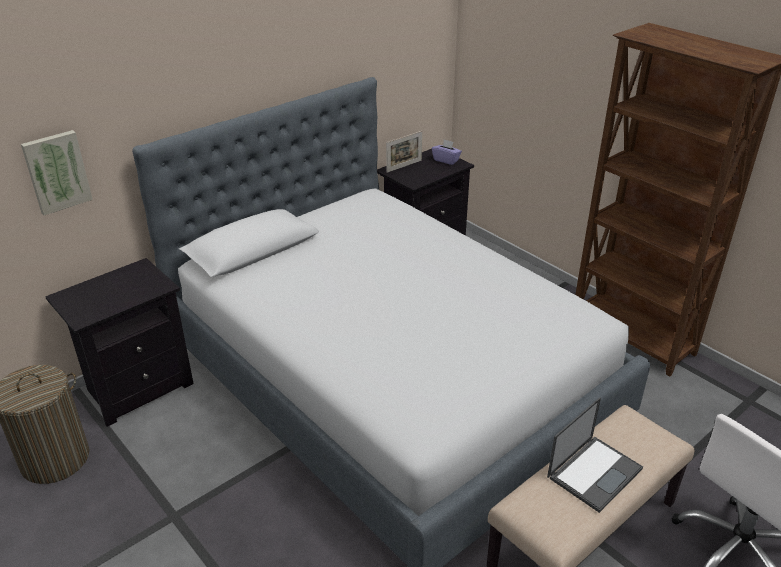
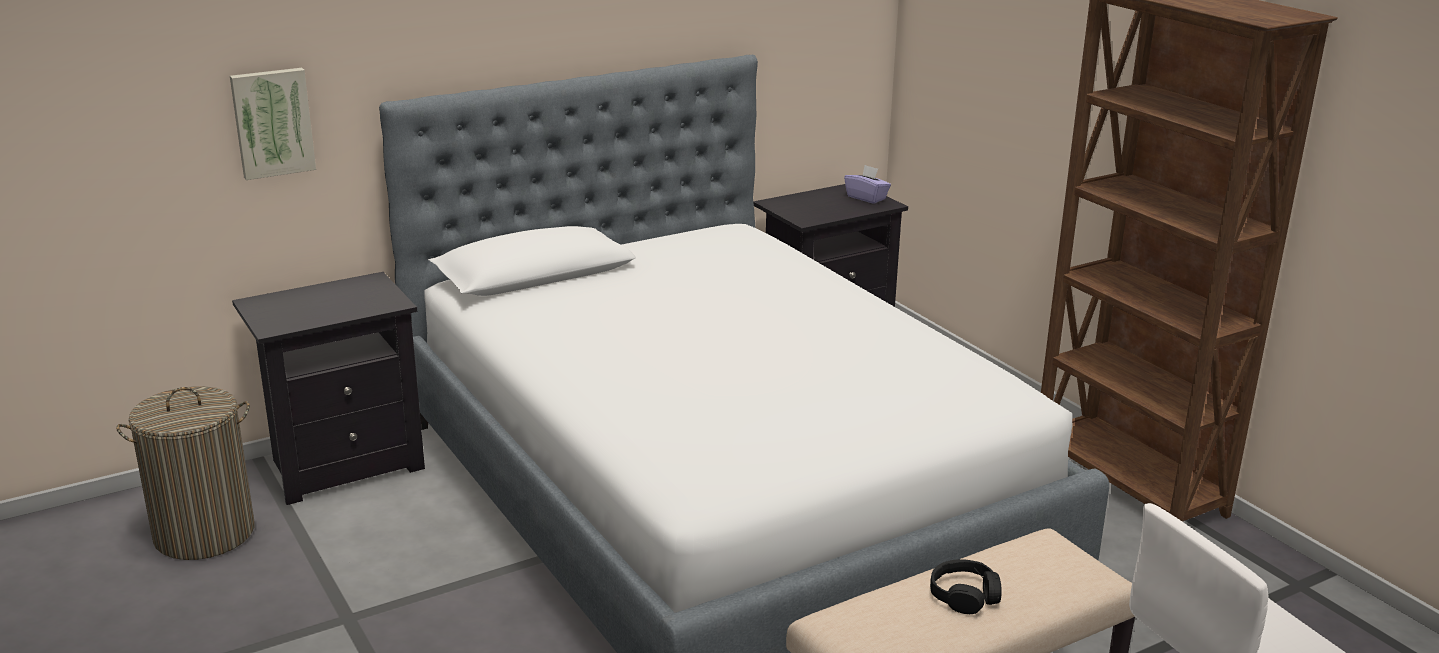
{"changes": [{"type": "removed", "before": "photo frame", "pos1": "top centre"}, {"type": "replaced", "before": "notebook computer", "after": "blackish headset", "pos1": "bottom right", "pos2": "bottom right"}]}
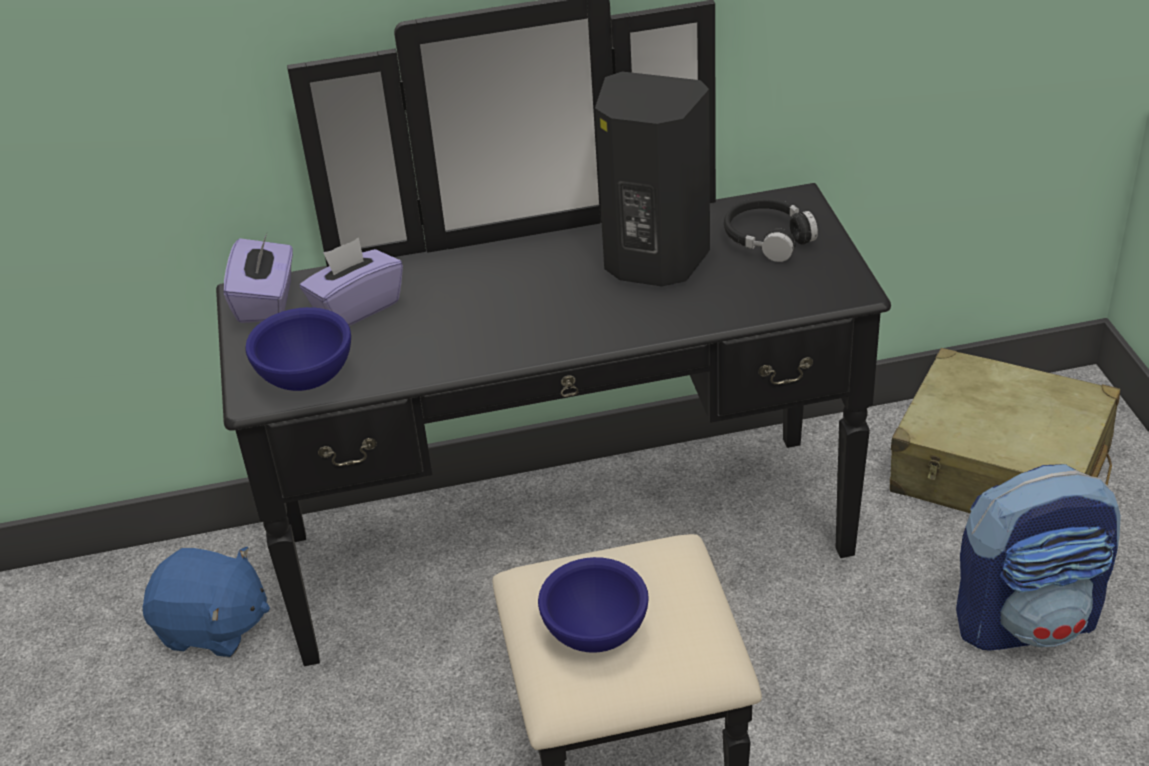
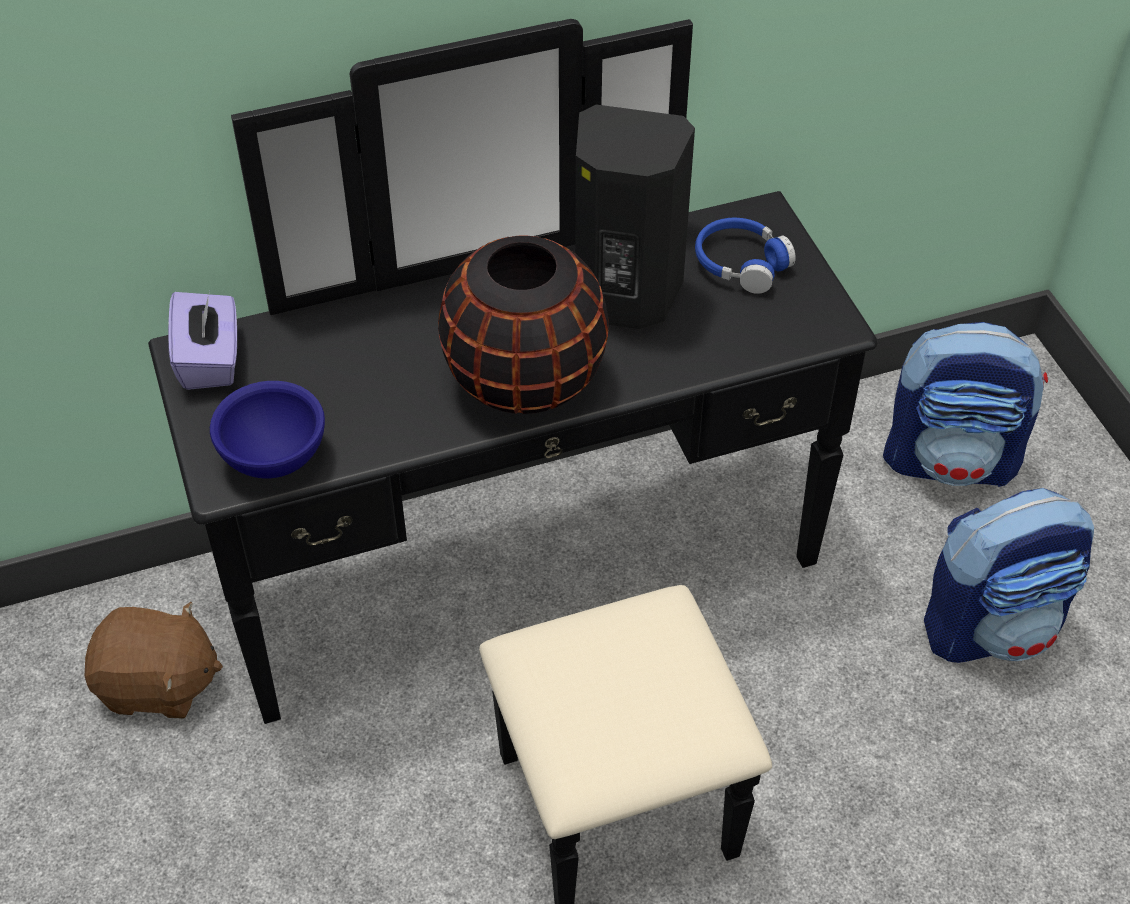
{"changes": [{"type": "recoloured", "before": "blackish headset", "after": "bluish headset", "pos1": "top right", "pos2": "top centre"}, {"type": "removed", "before": "purple-coloured tissue box (2nd from left)", "pos1": "middle left"}, {"type": "replaced", "before": "beige suitcase", "after": "backpack (1st from left)", "pos1": "middle right", "pos2": "middle right"}, {"type": "recoloured", "before": "bluish soft toy", "after": "brown soft toy", "pos1": "bottom left", "pos2": "bottom left"}, {"type": "removed", "before": "bluish deep dish (2nd from left)", "pos1": "bottom centre"}, {"type": "added", "after": "blackish flower vase", "pos2": "centre"}]}
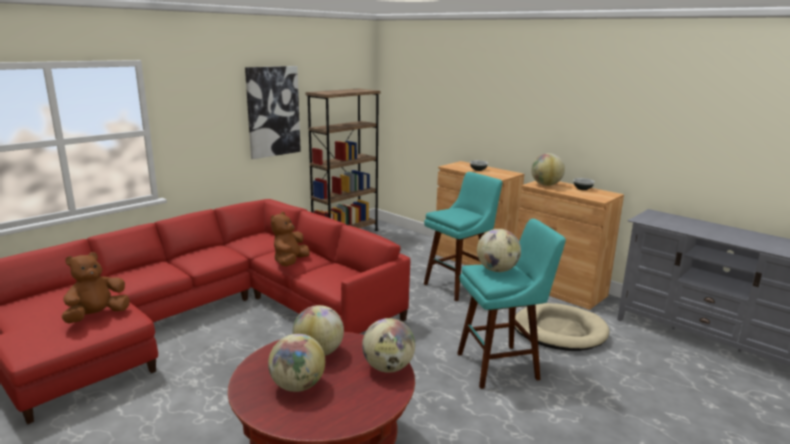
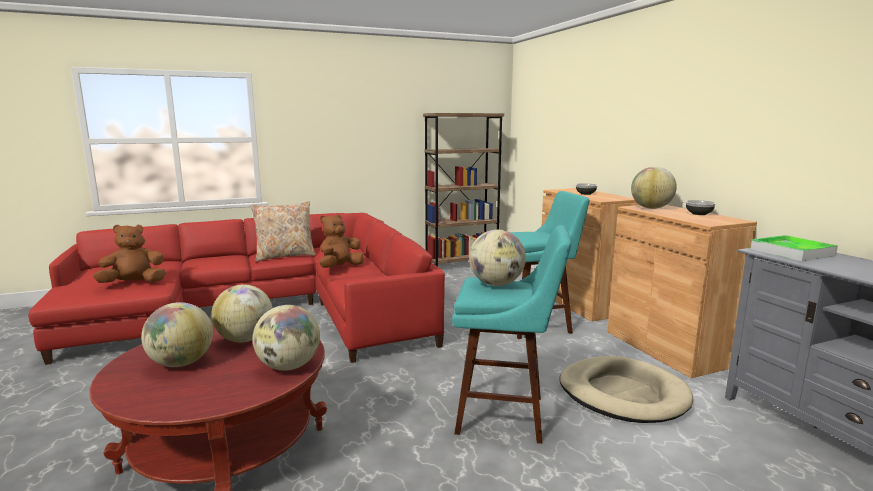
{"changes": [{"type": "removed", "before": "wall art", "pos1": "top centre"}, {"type": "added", "after": "beige throw pillow", "pos2": "middle left"}, {"type": "added", "after": "serving tray", "pos2": "middle right"}]}
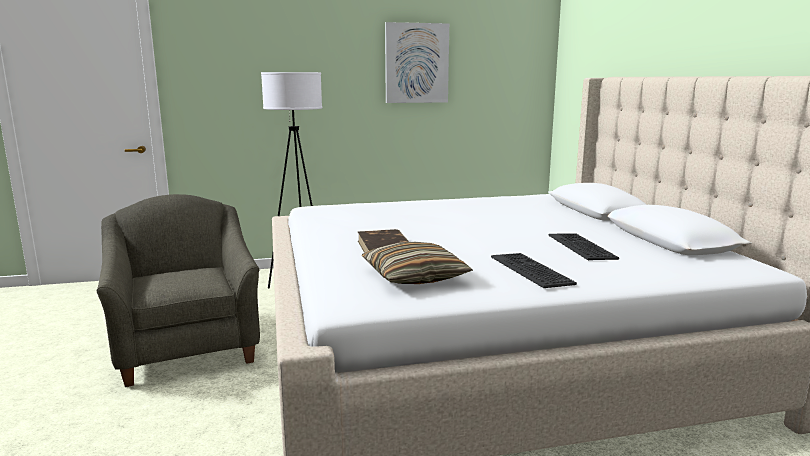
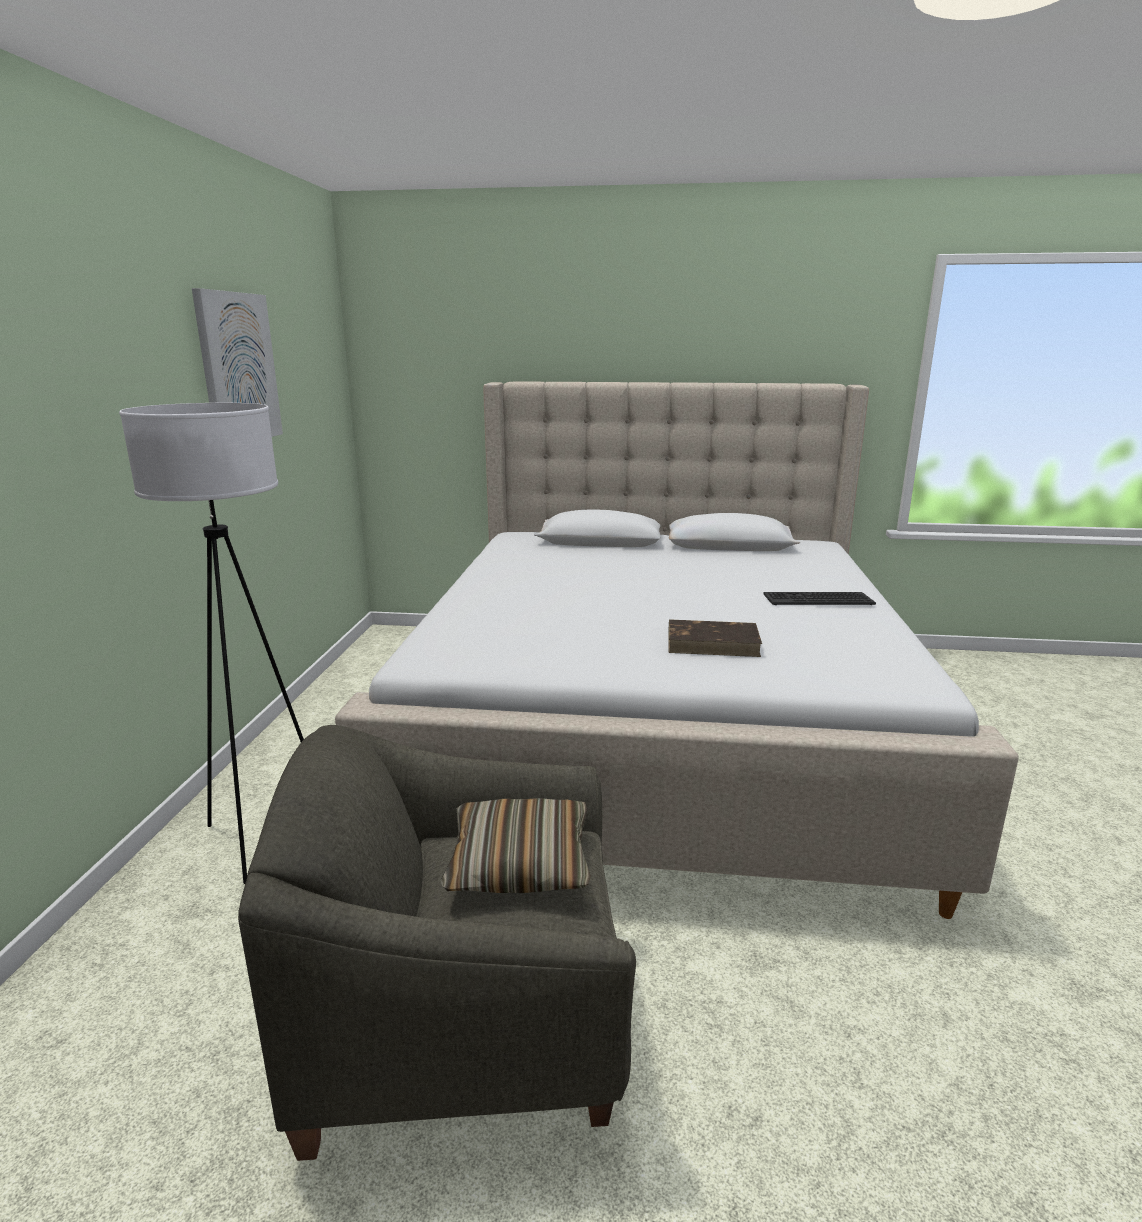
{"changes": [{"type": "removed", "before": "computer keyboard (2nd from left)", "pos1": "middle right"}, {"type": "moved", "before": "throw pillow", "pos1": "centre", "pos2": "bottom centre"}]}
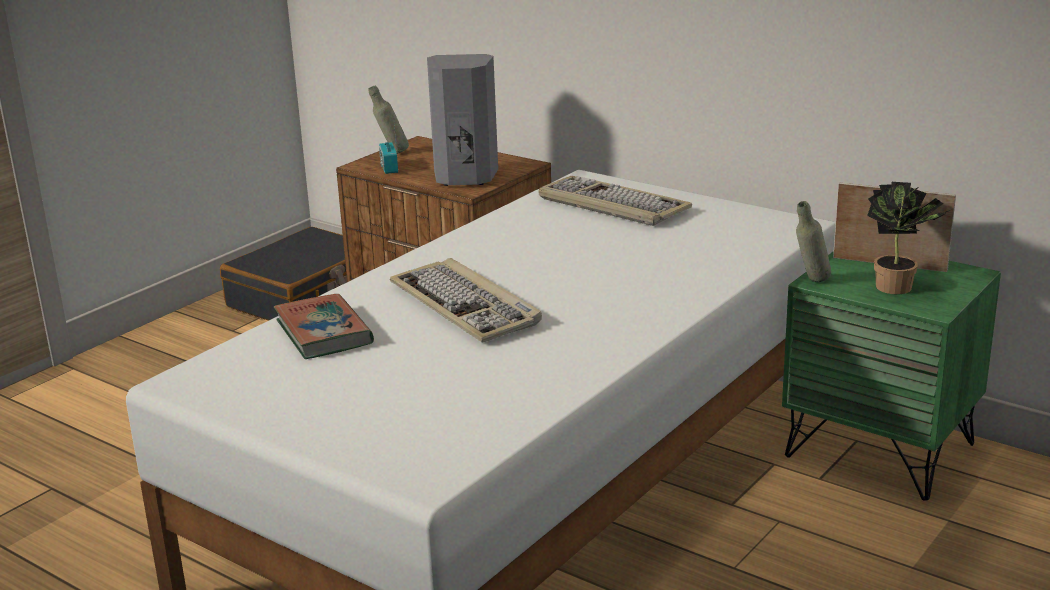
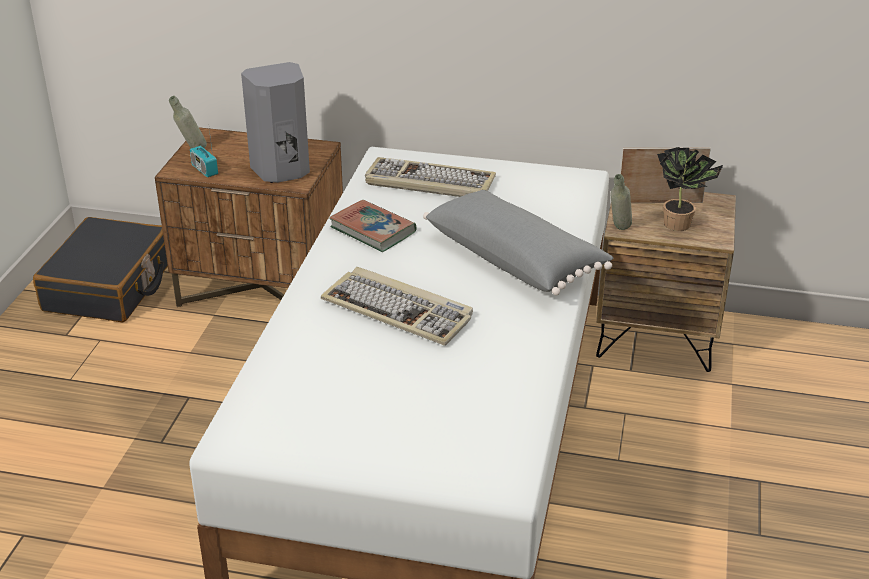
{"changes": [{"type": "recoloured", "before": "green-coloured bedside table", "after": "brown bedside table (2nd from left)", "pos1": "middle right", "pos2": "middle right"}, {"type": "moved", "before": "volume", "pos1": "middle left", "pos2": "centre"}, {"type": "added", "after": "gray throw pillow", "pos2": "centre"}]}
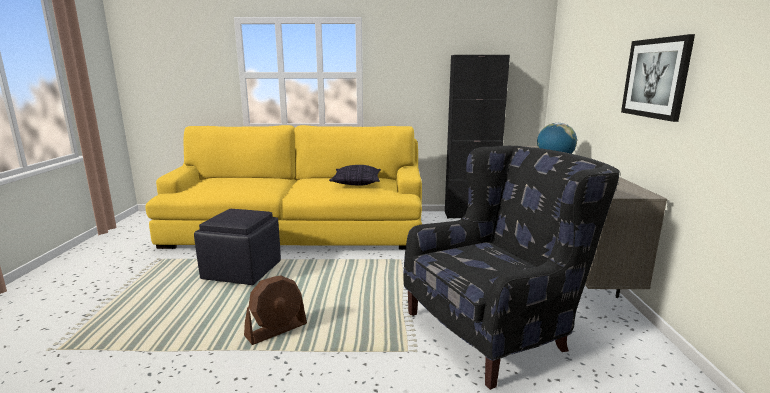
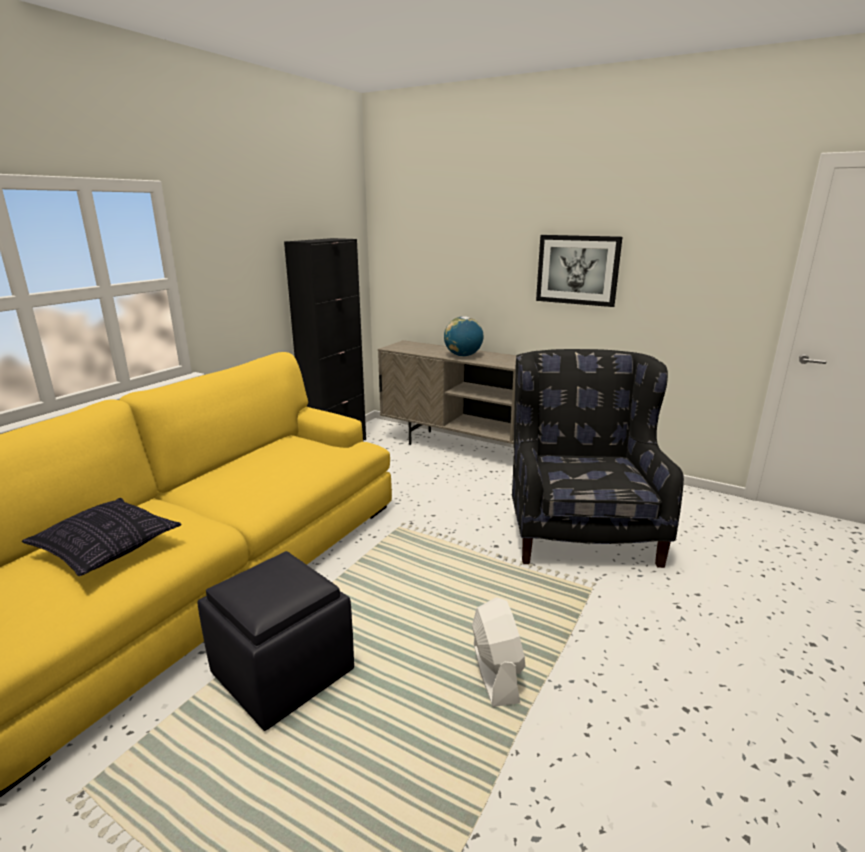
{"changes": [{"type": "moved", "before": "throw pillow", "pos1": "centre", "pos2": "middle left"}, {"type": "recoloured", "before": "brown fan", "after": "whitish fan", "pos1": "bottom centre", "pos2": "bottom centre"}]}
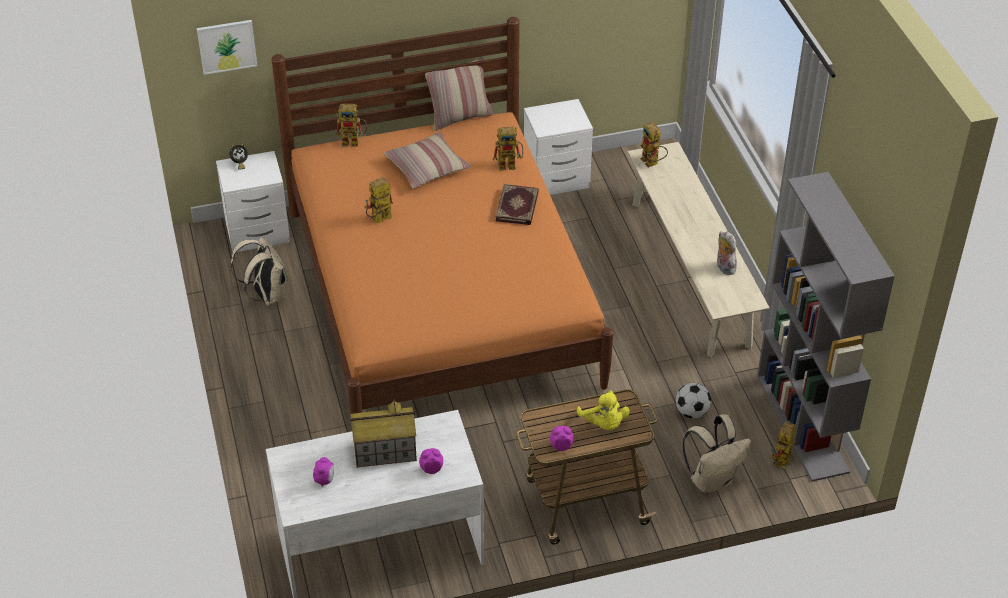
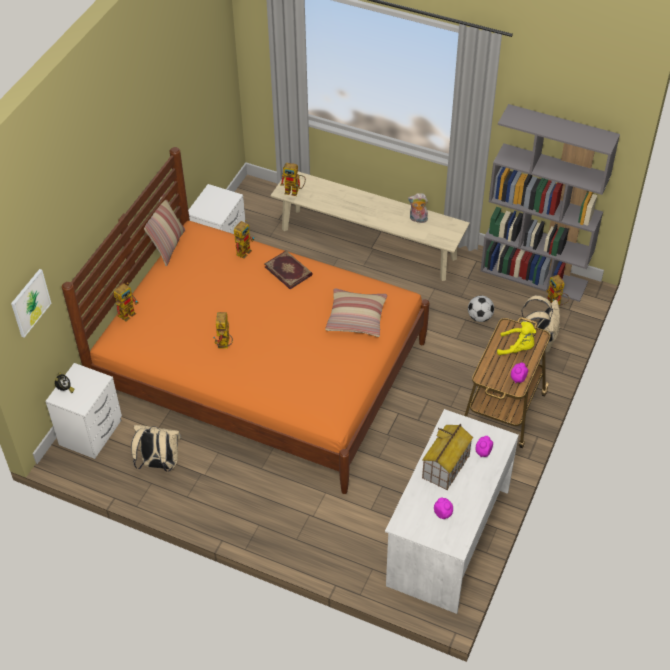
{"changes": [{"type": "moved", "before": "throw pillow (1st from left in the first image)", "after": "throw pillow (2nd from left)", "pos1": "top centre", "pos2": "centre"}]}
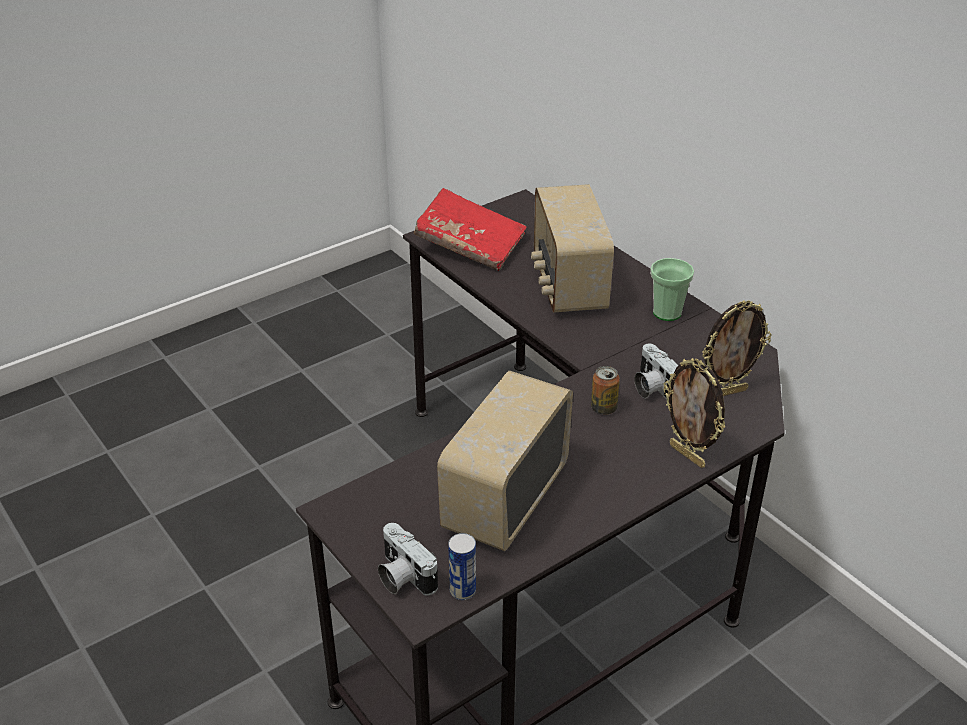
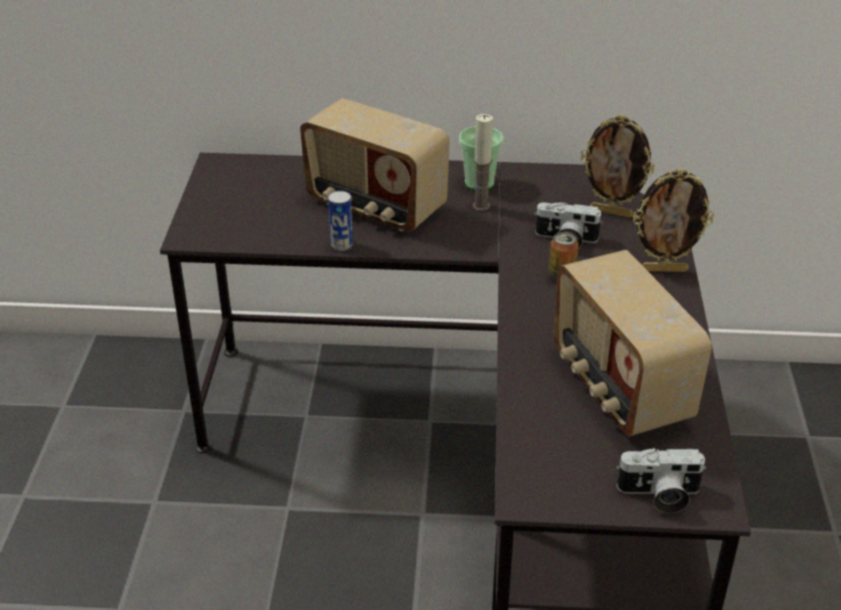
{"changes": [{"type": "removed", "before": "red volume", "pos1": "top centre"}, {"type": "turned", "before": "photo frame (2nd from left in the first image)", "pos1": "middle right", "pos2": "top right", "turn": 90}, {"type": "moved", "before": "sealed can (1st from left)", "pos1": "bottom centre", "pos2": "centre"}, {"type": "added", "after": "wax light", "pos2": "top centre"}]}
